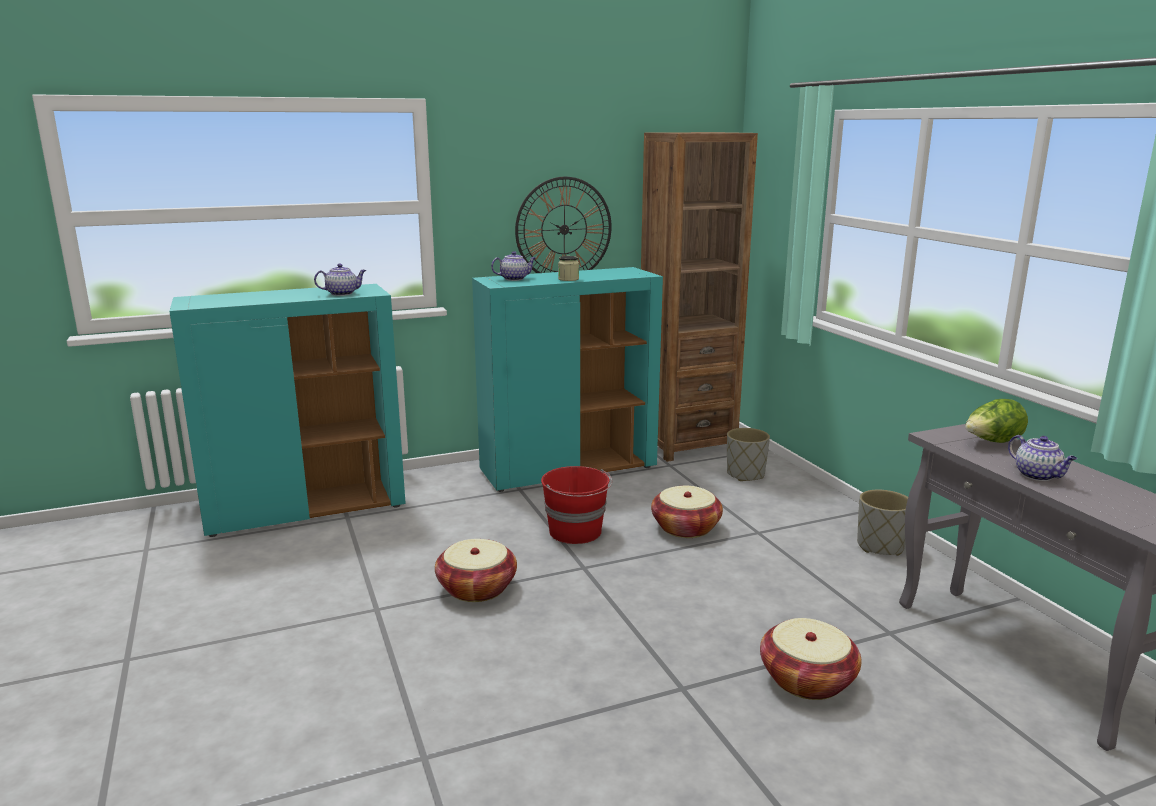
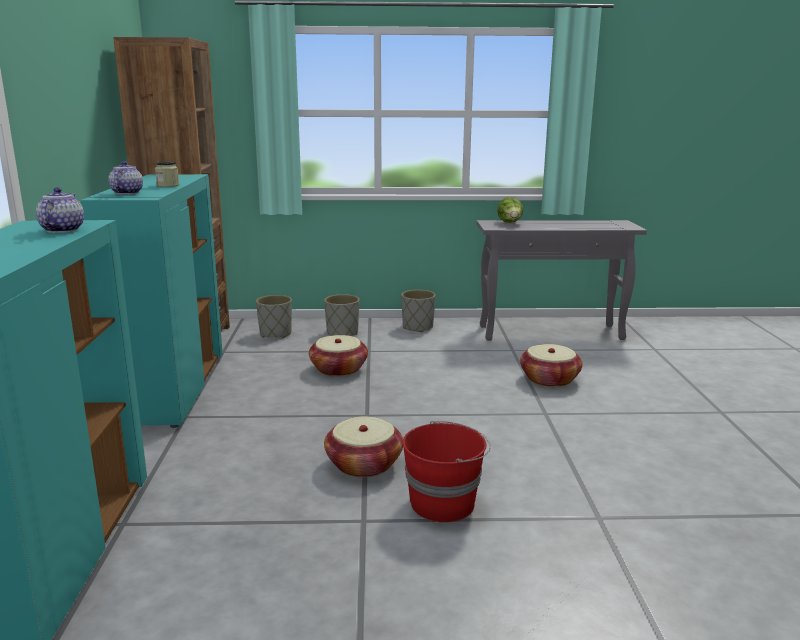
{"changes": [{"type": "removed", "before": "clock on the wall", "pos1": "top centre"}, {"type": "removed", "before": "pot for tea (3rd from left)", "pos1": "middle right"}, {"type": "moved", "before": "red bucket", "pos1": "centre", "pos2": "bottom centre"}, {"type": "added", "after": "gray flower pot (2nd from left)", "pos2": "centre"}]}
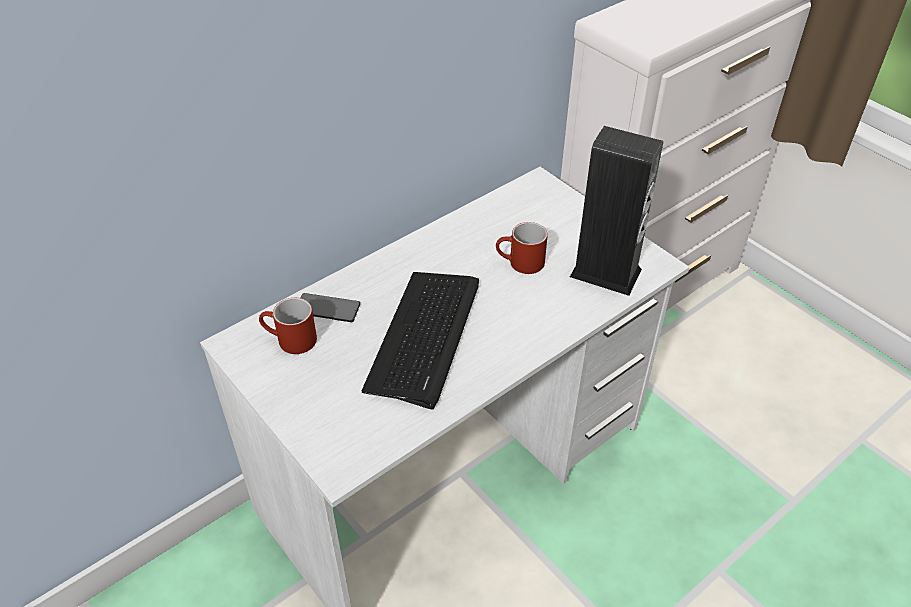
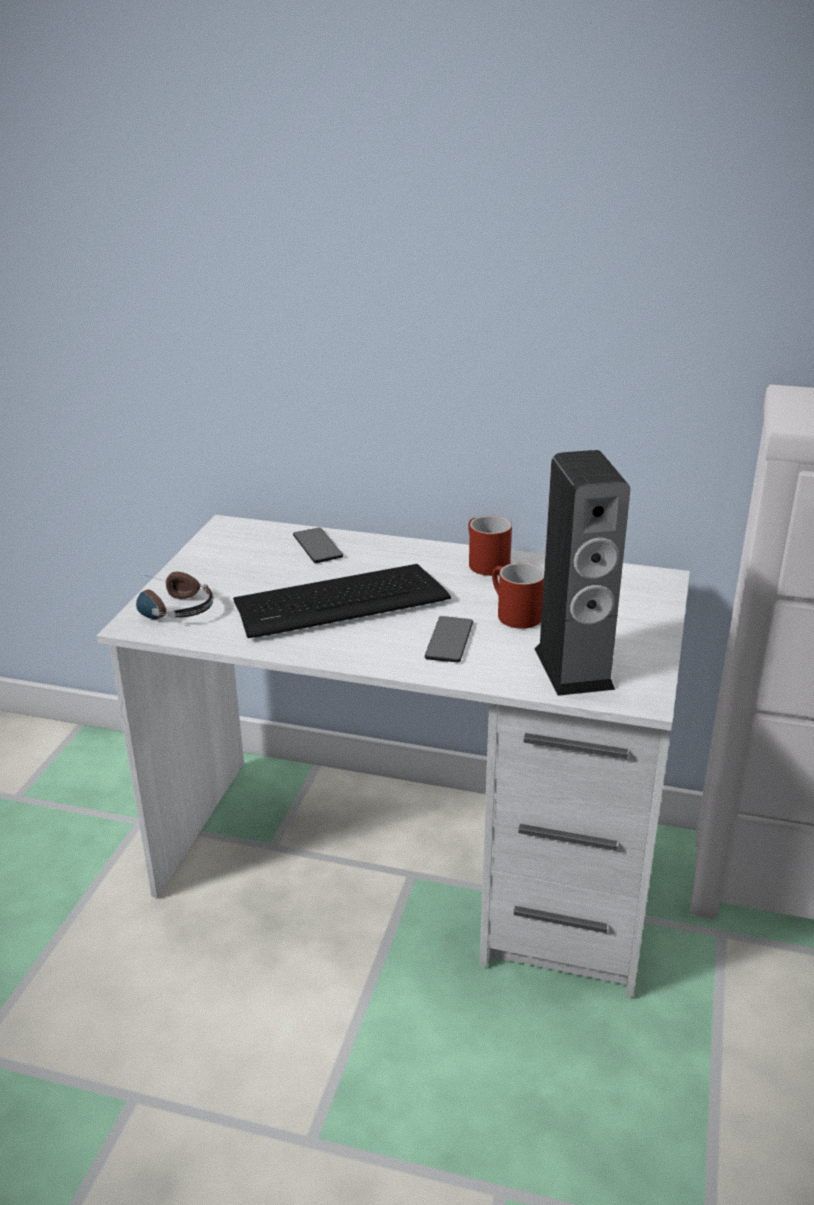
{"changes": [{"type": "moved", "before": "red mug (1st from left)", "pos1": "middle left", "pos2": "centre"}, {"type": "added", "after": "headset", "pos2": "middle left"}, {"type": "added", "after": "telephone (2nd from left)", "pos2": "centre"}]}
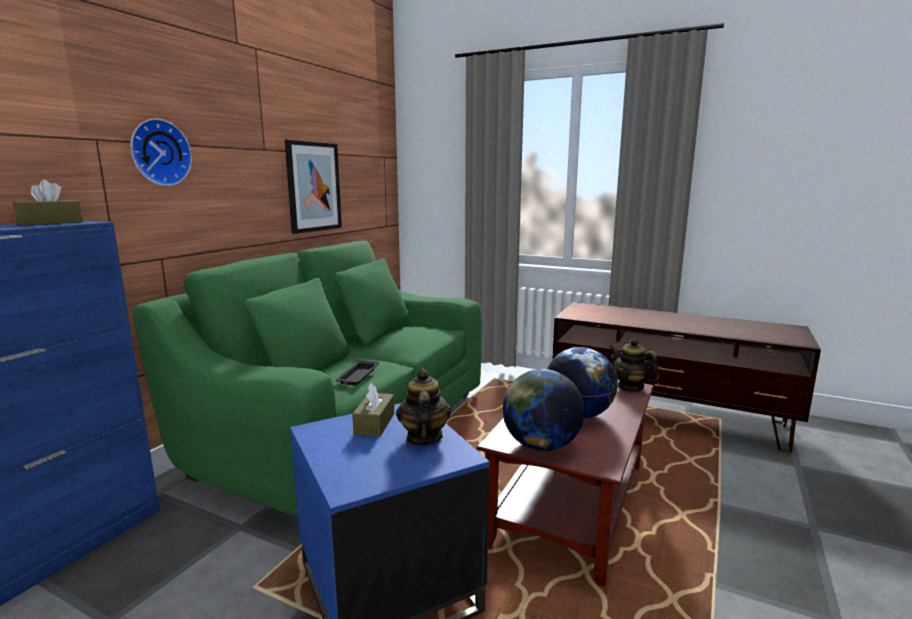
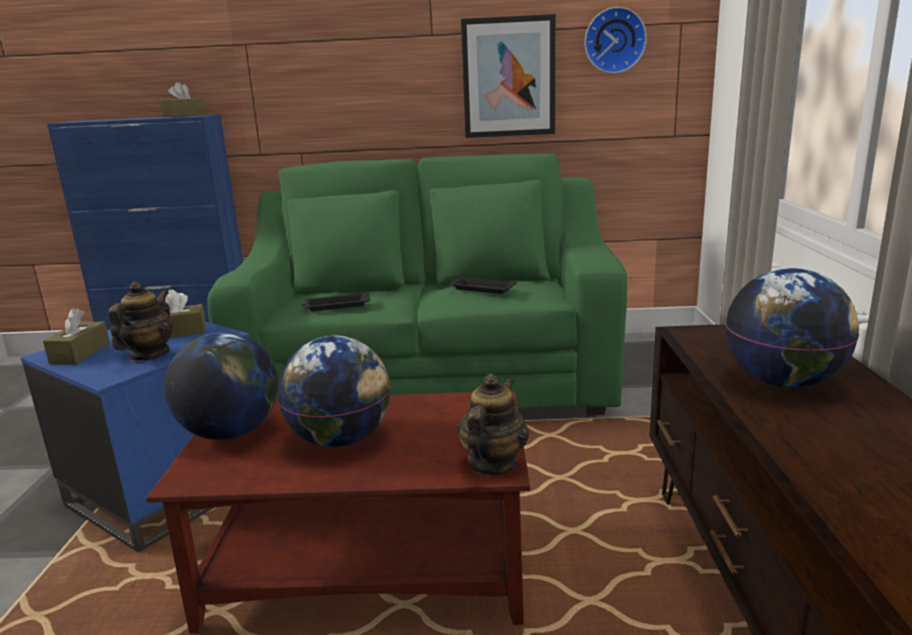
{"changes": [{"type": "moved", "before": "clock on the wall", "pos1": "top left", "pos2": "top right"}, {"type": "turned", "before": "pot for tea (1st from left)", "pos1": "centre", "pos2": "middle left", "turn": -45}, {"type": "added", "after": "globe (3rd from left)", "pos2": "middle right"}, {"type": "added", "after": "blackish serving tray (2nd from left)", "pos2": "centre"}, {"type": "added", "after": "brown tissue box (1st from left)", "pos2": "middle left"}]}
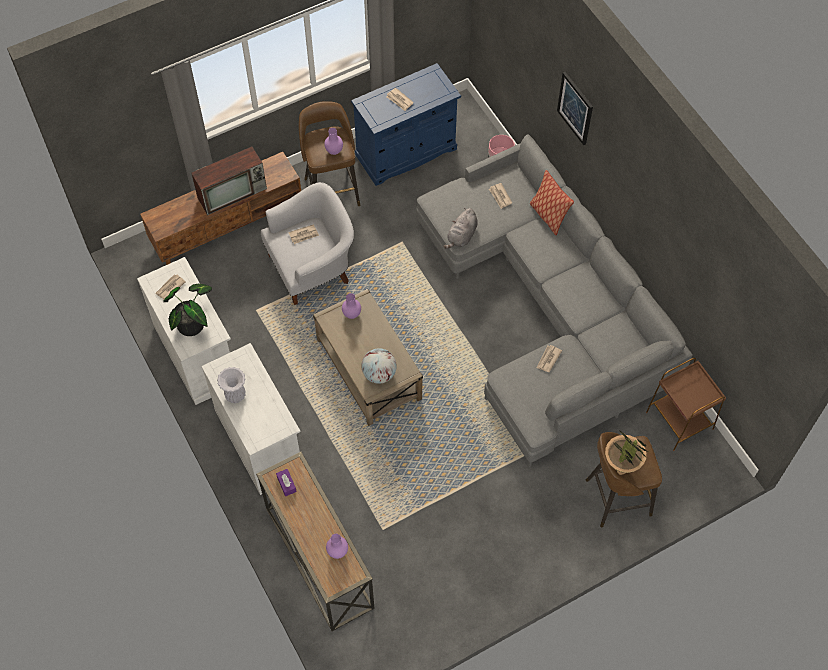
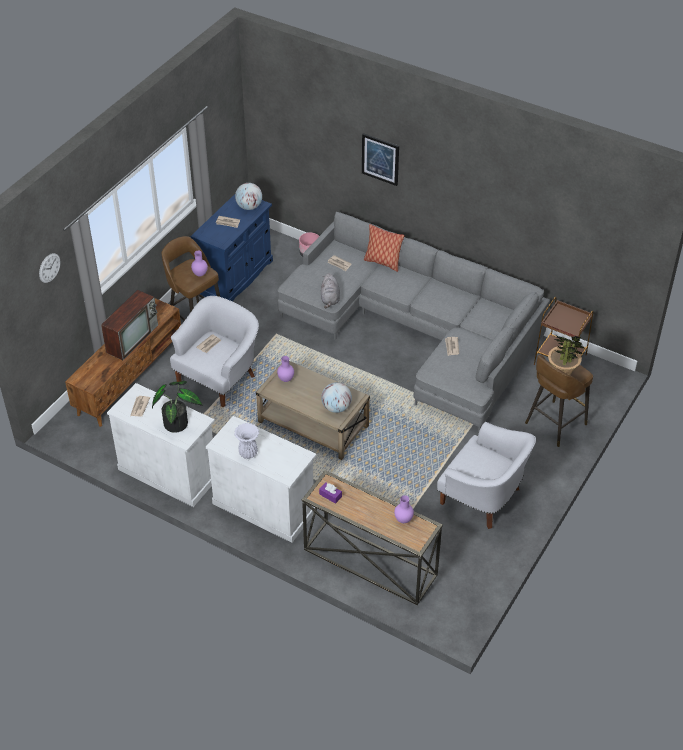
{"changes": [{"type": "added", "after": "globe (1st from left)", "pos2": "top centre"}, {"type": "added", "after": "clock on the wall", "pos2": "middle left"}, {"type": "added", "after": "whitish lounge chair (2nd from left)", "pos2": "middle right"}]}
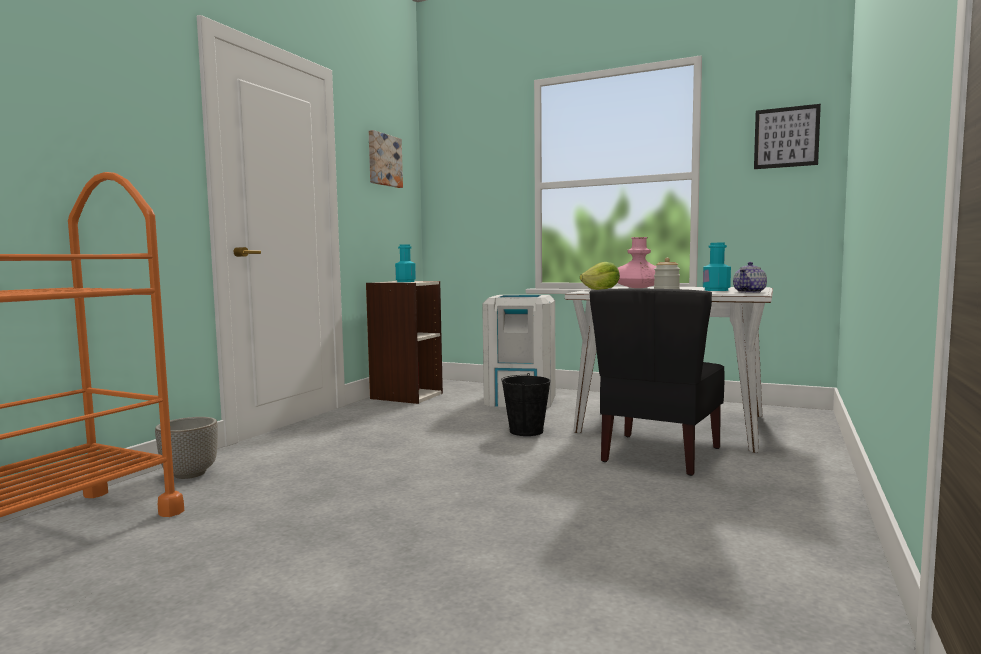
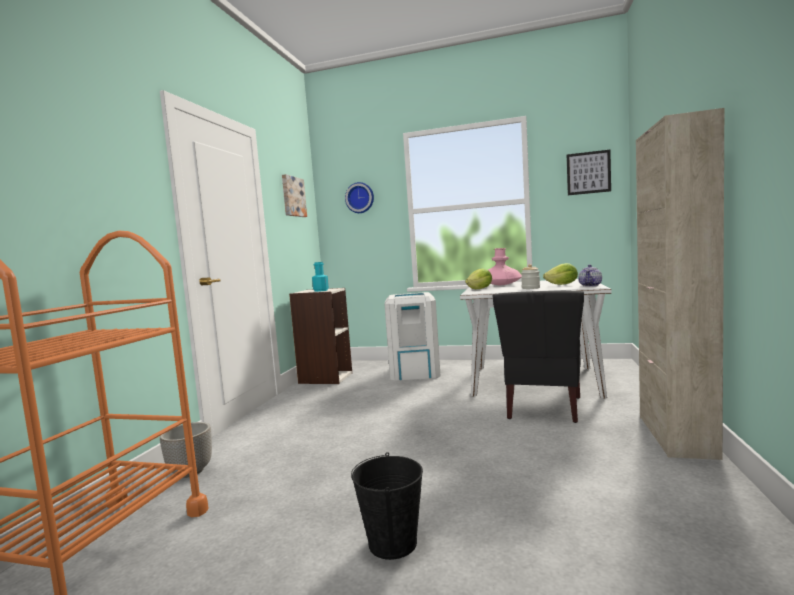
{"changes": [{"type": "replaced", "before": "turquoise-coloured bottle (2nd from left)", "after": "lettuce (2nd from left)", "pos1": "middle right", "pos2": "middle right"}, {"type": "moved", "before": "blackish bucket", "pos1": "centre", "pos2": "bottom centre"}, {"type": "added", "after": "beige cupboard", "pos2": "middle right"}, {"type": "added", "after": "clock on the wall", "pos2": "top centre"}]}
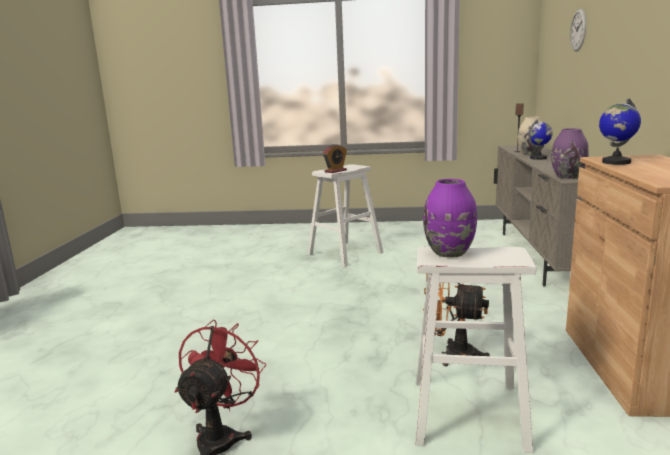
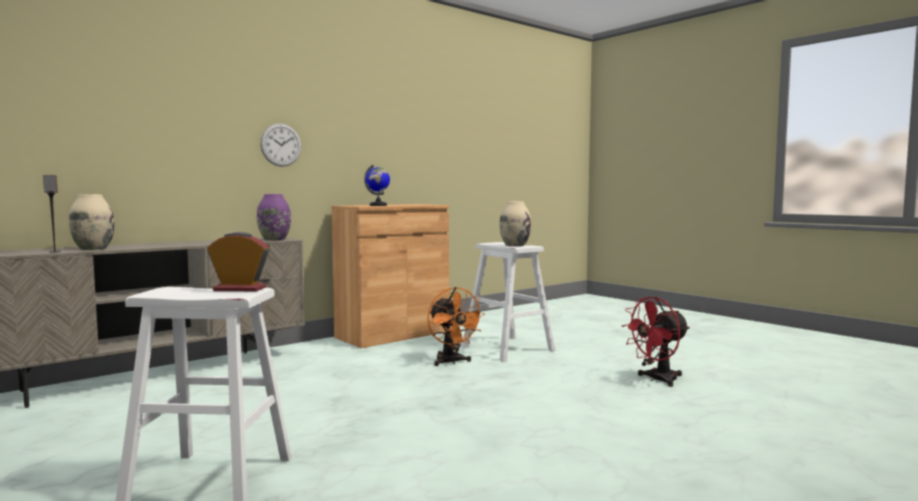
{"changes": [{"type": "moved", "before": "clock on the wall", "pos1": "top right", "pos2": "top left"}, {"type": "removed", "before": "globe (1st from left)", "pos1": "top right"}, {"type": "recoloured", "before": "purple-coloured flower vase (1st from left)", "after": "beige flower vase (2nd from left)", "pos1": "middle right", "pos2": "centre"}]}
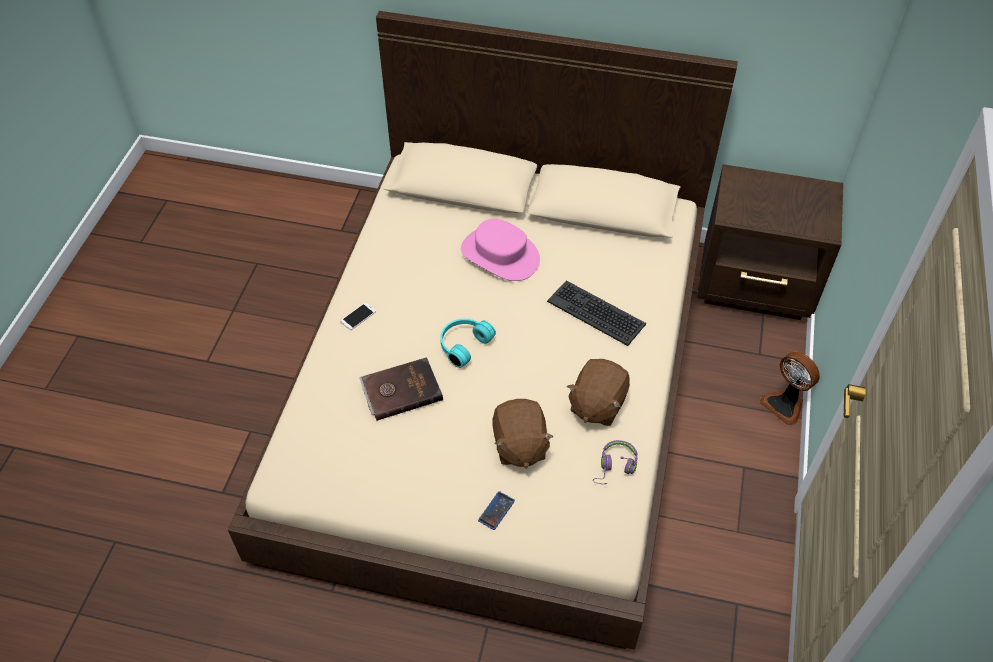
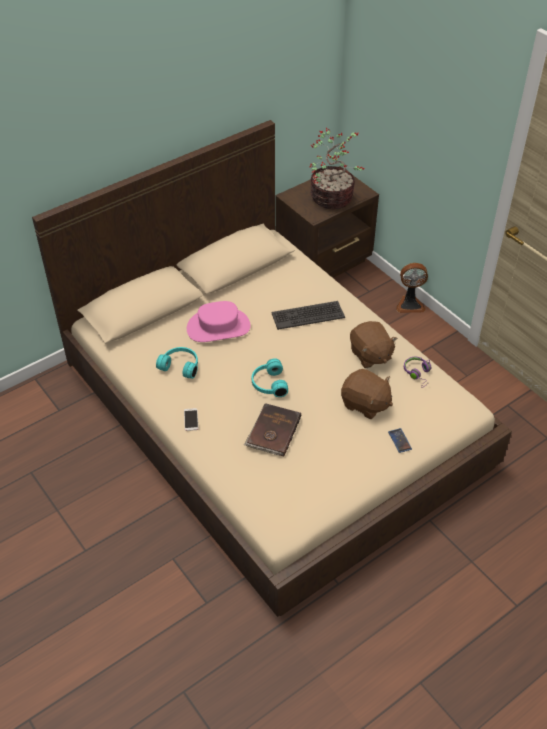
{"changes": [{"type": "added", "after": "plant in a pot", "pos2": "top centre"}, {"type": "added", "after": "turquoise-coloured headset (1st from left)", "pos2": "middle left"}]}
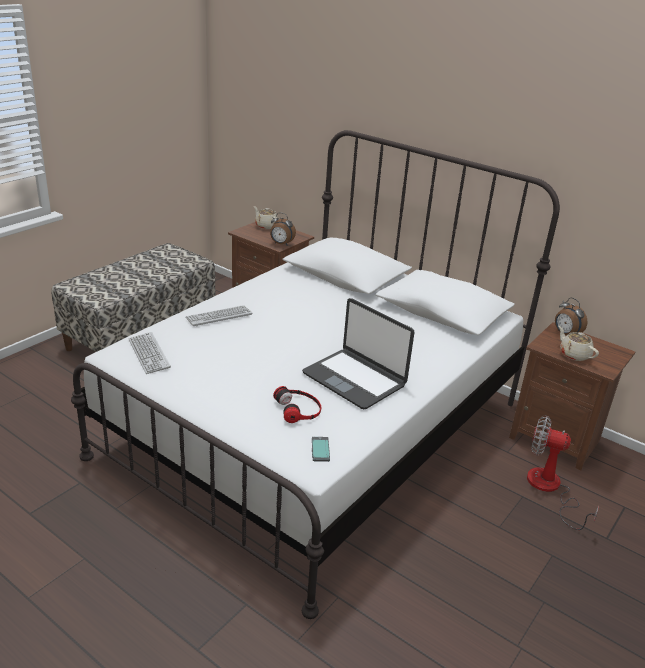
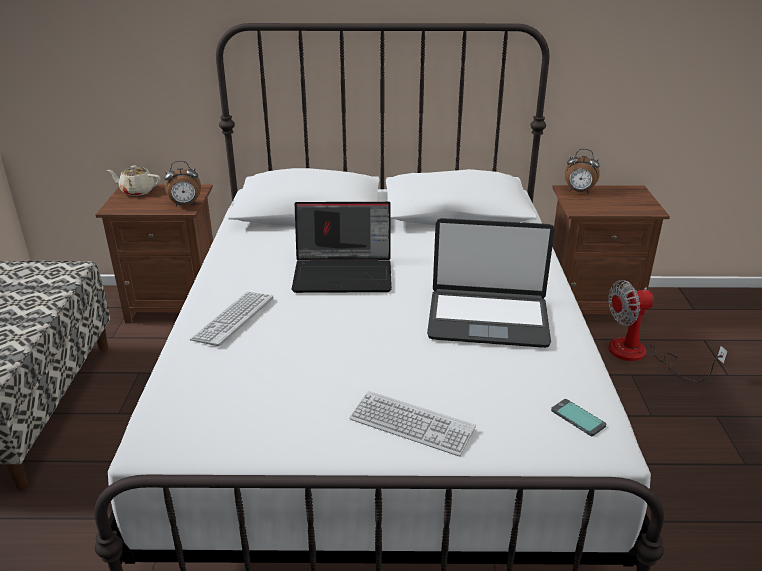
{"changes": [{"type": "removed", "before": "beige pot for tea (2nd from left)", "pos1": "middle right"}, {"type": "moved", "before": "computer keyboard (1st from left in the first image)", "after": "computer keyboard (2nd from left)", "pos1": "middle left", "pos2": "bottom centre"}, {"type": "removed", "before": "headset", "pos1": "centre"}, {"type": "added", "after": "notebook computer (1st from left)", "pos2": "centre"}]}
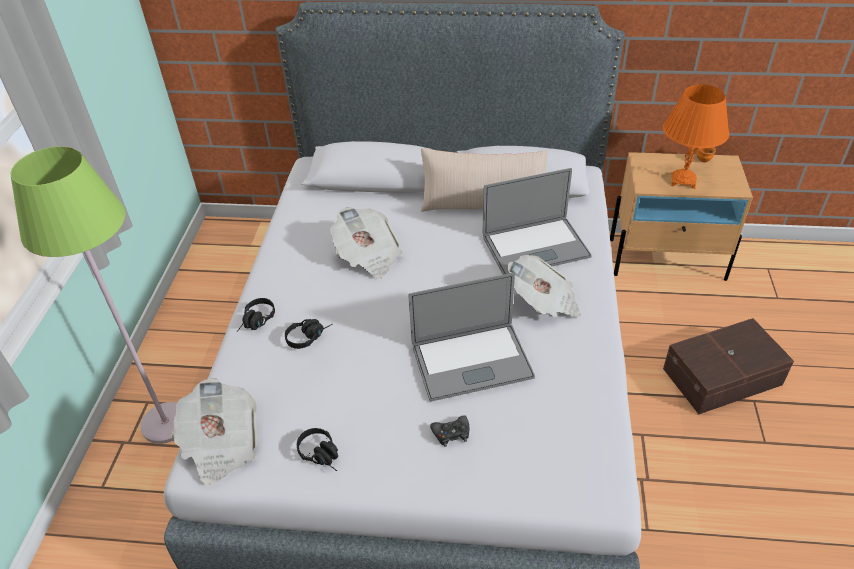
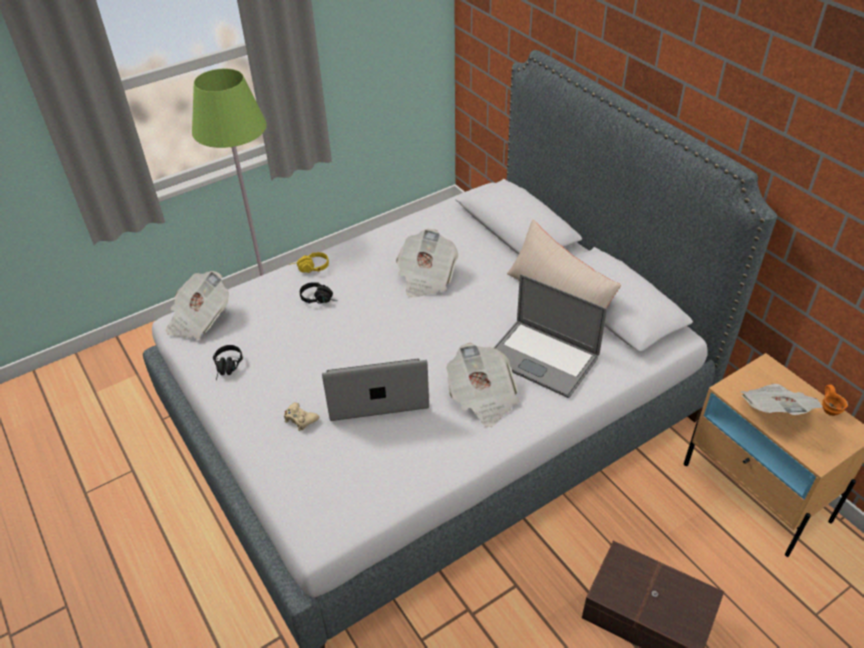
{"changes": [{"type": "replaced", "before": "orange-coloured table lamp", "after": "printed paper (4th from left)", "pos1": "top right", "pos2": "middle right"}, {"type": "turned", "before": "notebook computer (1st from left)", "pos1": "centre", "pos2": "centre", "turn": 135}, {"type": "recoloured", "before": "blackish headset (1st from left)", "after": "yellow-coloured headset", "pos1": "middle left", "pos2": "centre"}, {"type": "recoloured", "before": "blackish joypad", "after": "beige joypad", "pos1": "bottom centre", "pos2": "centre"}]}
